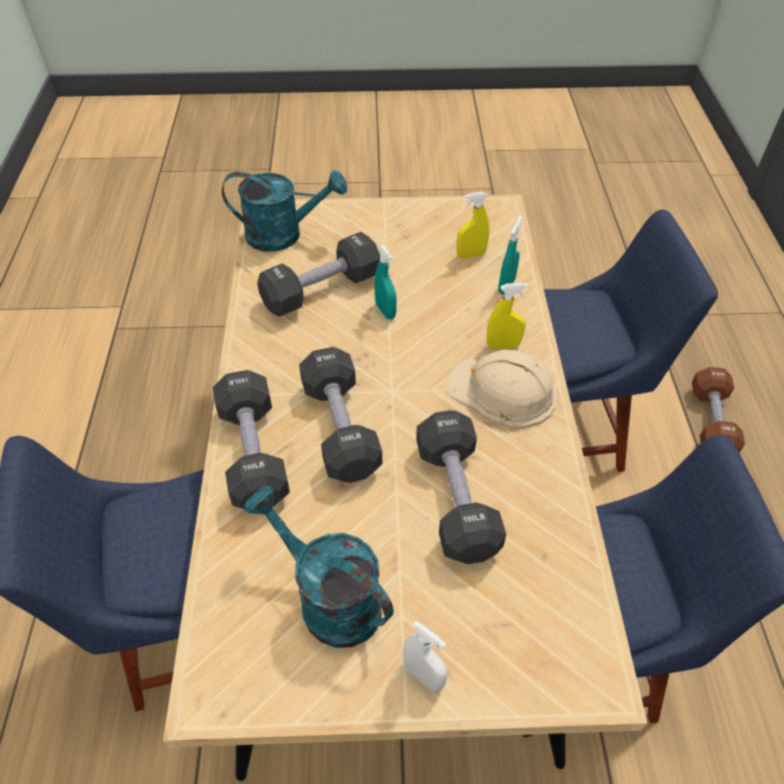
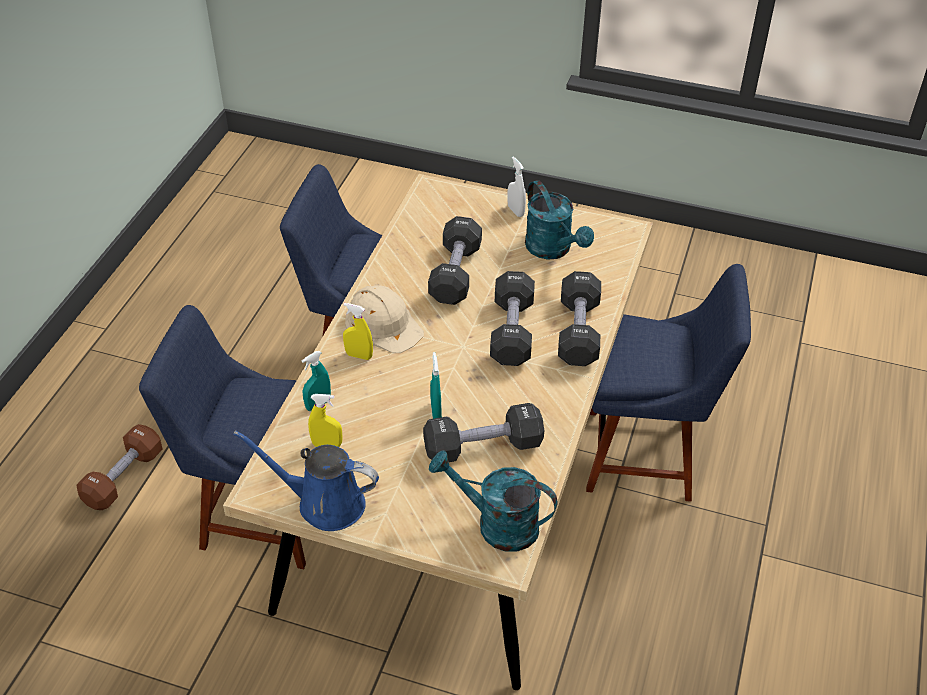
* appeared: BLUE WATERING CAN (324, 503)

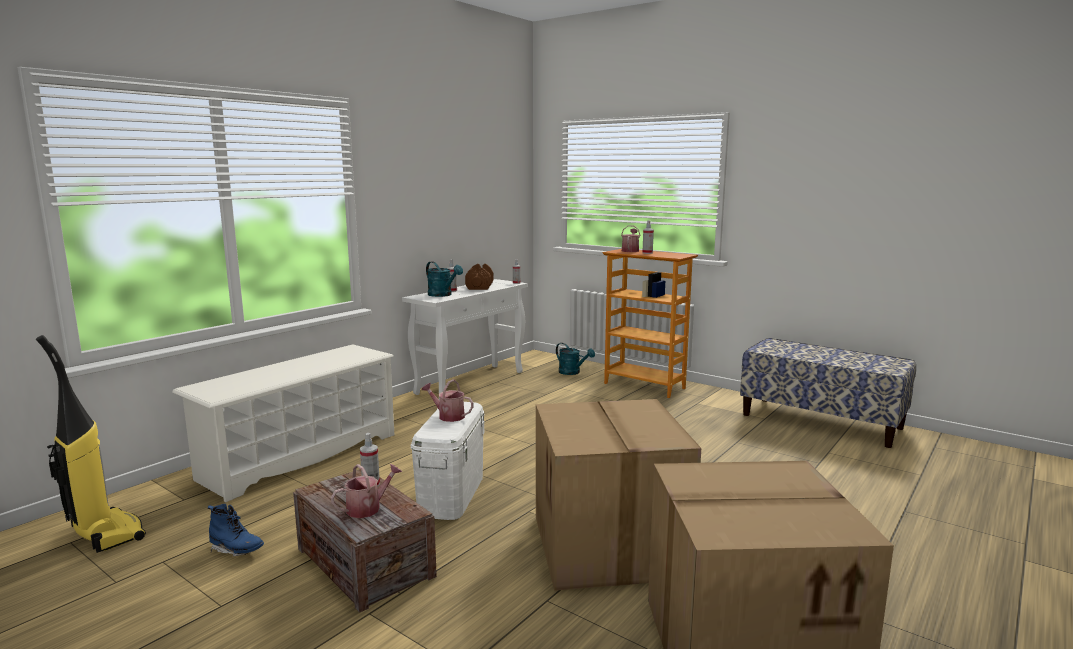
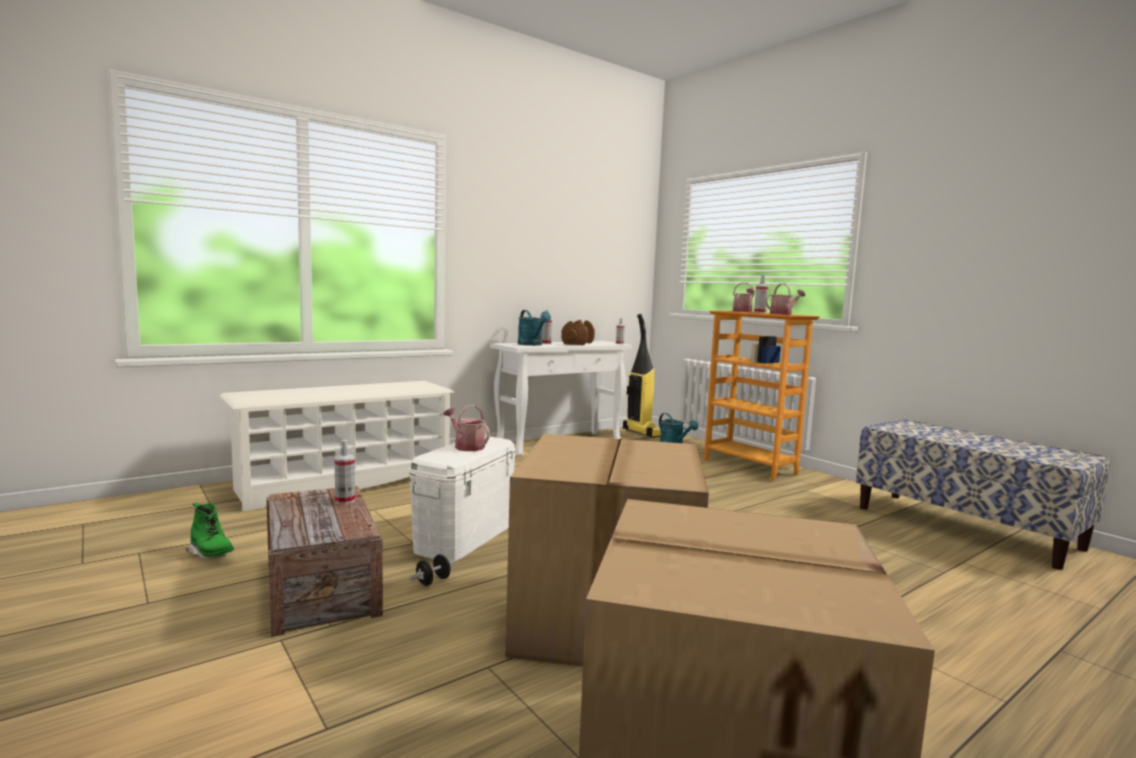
* relocated: VACUUM CLEANER (105, 534) to (643, 433)
* relocated: WATERING CAN (368, 508) to (783, 314)
* colour: BLUE BOOT (236, 550) to GREEN BOOT (211, 554)
* appeared: BLACK DUMBBELL (433, 581)

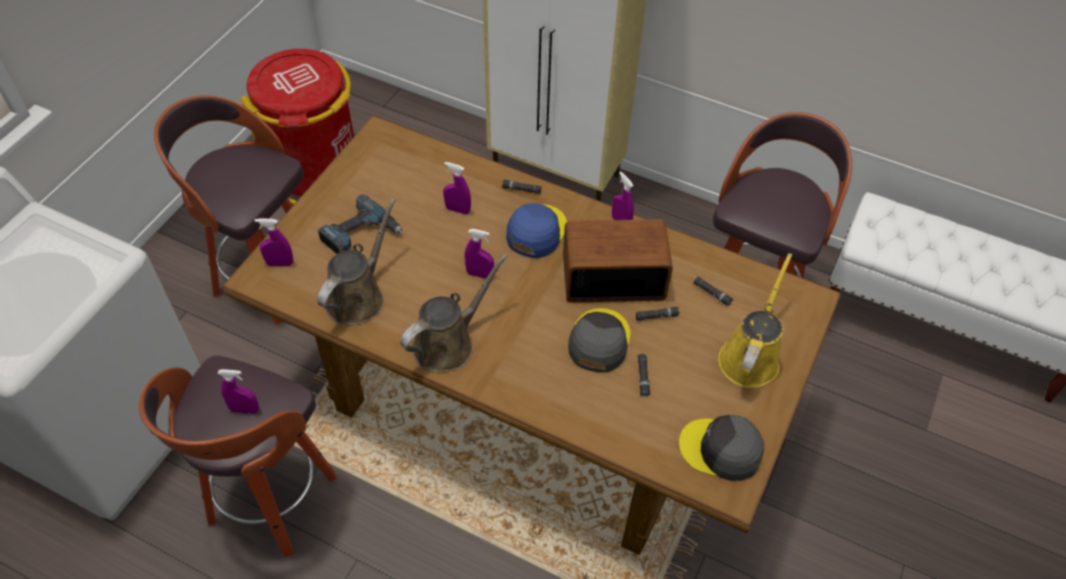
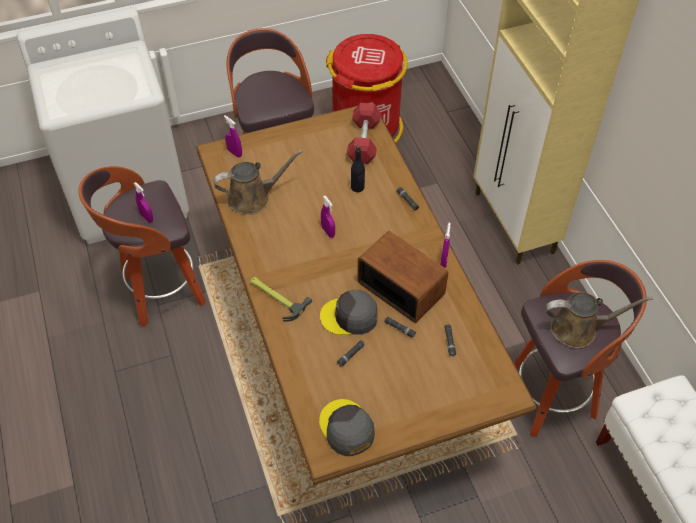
* exchanged: PURPLE SPRAY BOTTLE (458, 210) to BLACK BOTTLE (357, 187)
* missing: POWER DRILL (361, 234)
* missing: BLUE CAP (536, 232)
* missing: YELLOW WATERING CAN (750, 356)
* relocated: BROWN WATERING CAN (448, 343) to (578, 329)
* spun: GREY CAP (598, 341) = (350, 316) 150 degrees counterclockwise
* appeared: RED DUMBBELL (364, 141)
* appeared: HAMMER (276, 297)

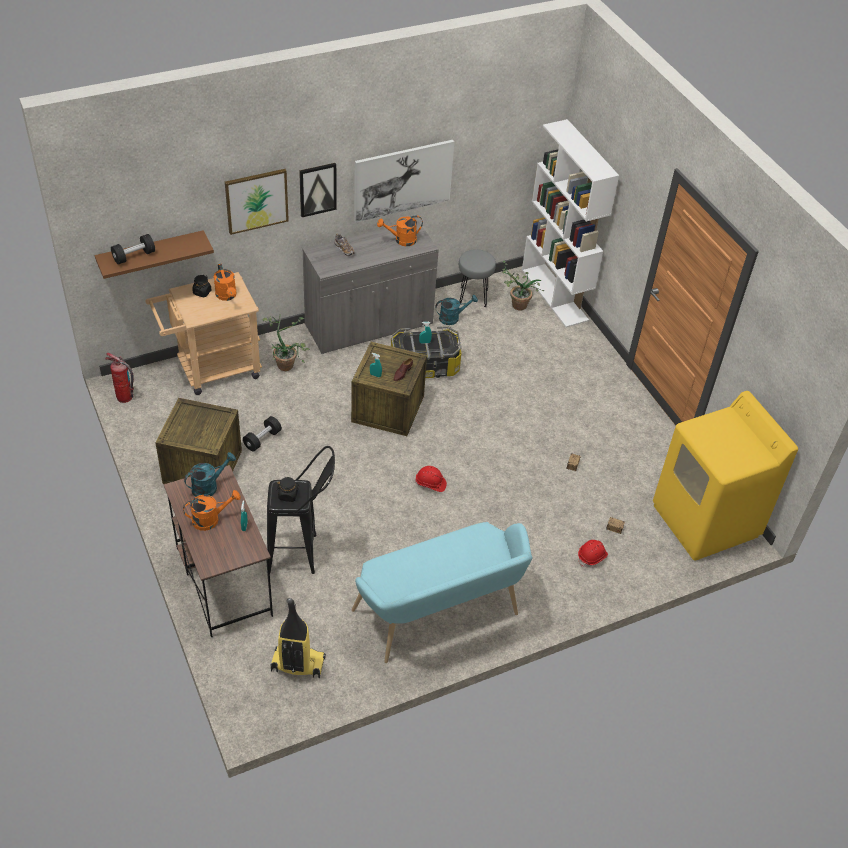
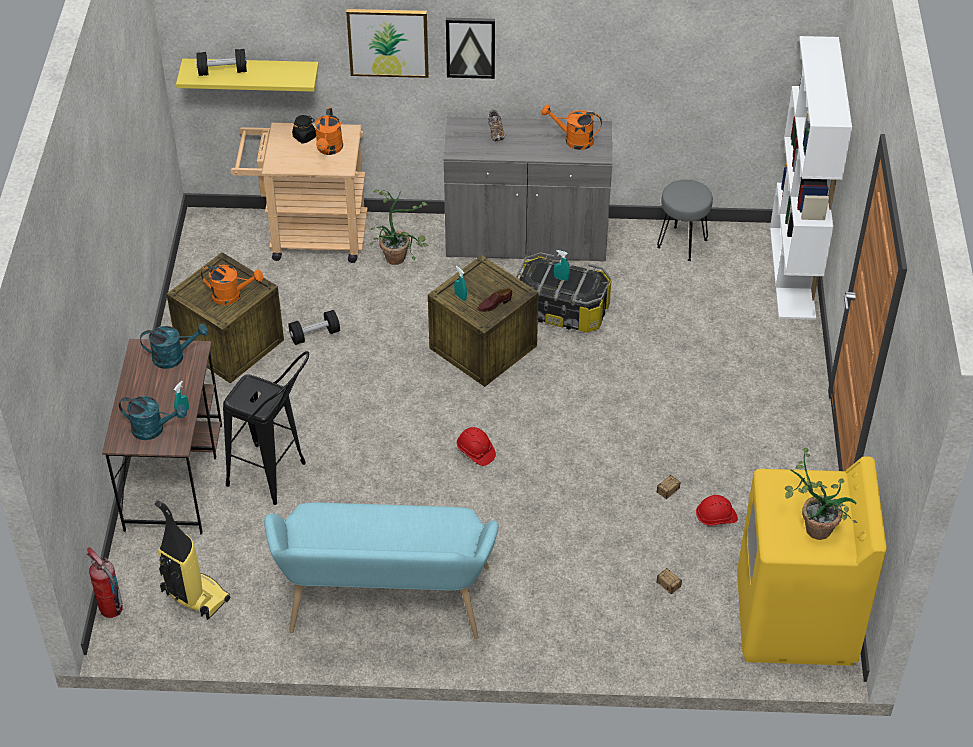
* missing: PICTURE (403, 180)
* colour: BROWN SHELF (151, 254) to YELLOW SHELF (251, 74)
* relocated: POTTED PLANT (515, 304) to (812, 525)
* relocated: TURQUOISE WATERING CAN (452, 318) to (153, 429)
* relocated: FIRE EXTINGUISHER (124, 397) to (111, 609)
* missing: BLACK JAR (288, 495)
* relocated: ORANGE WATERING CAN (210, 519) to (231, 295)
* relocated: RED HARD HAT (592, 557) to (716, 518)

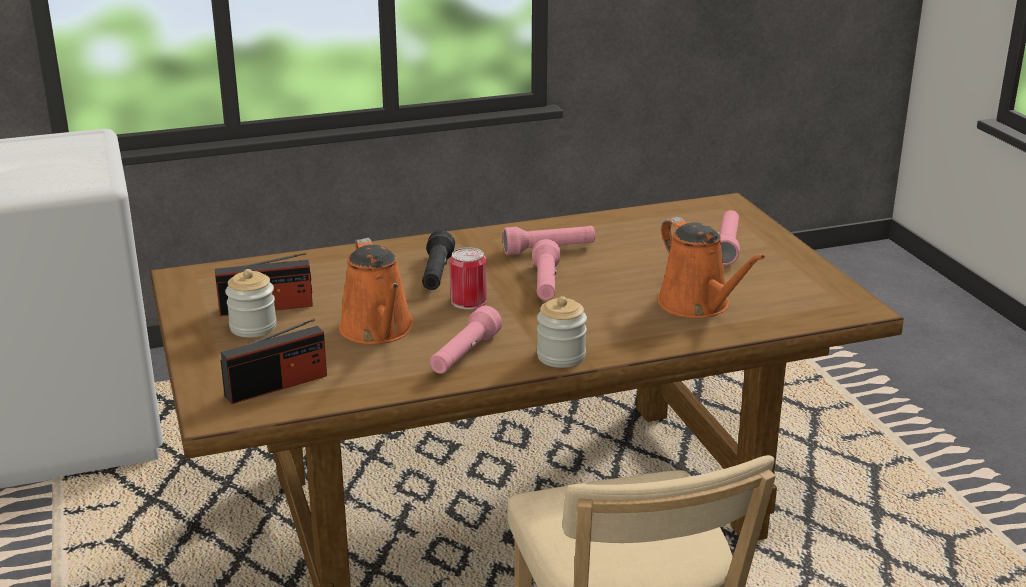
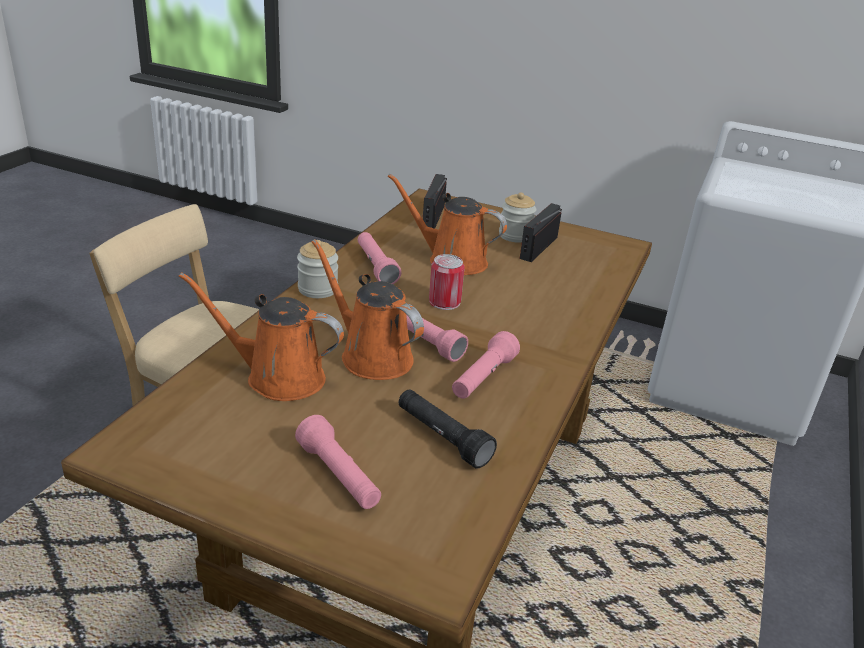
* relocated: BLACK FLASHLIGHT (436, 274) to (442, 437)
* appeared: ORANGE WATERING CAN (371, 356)

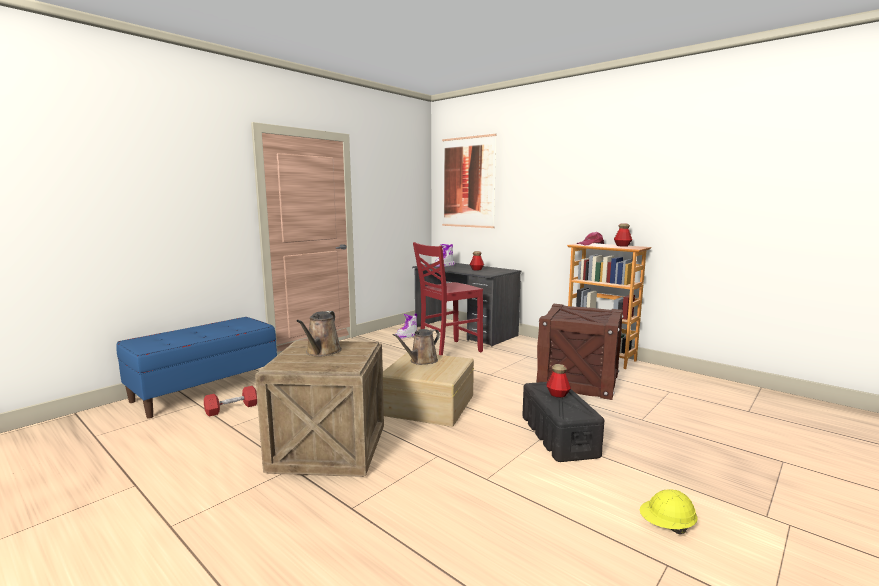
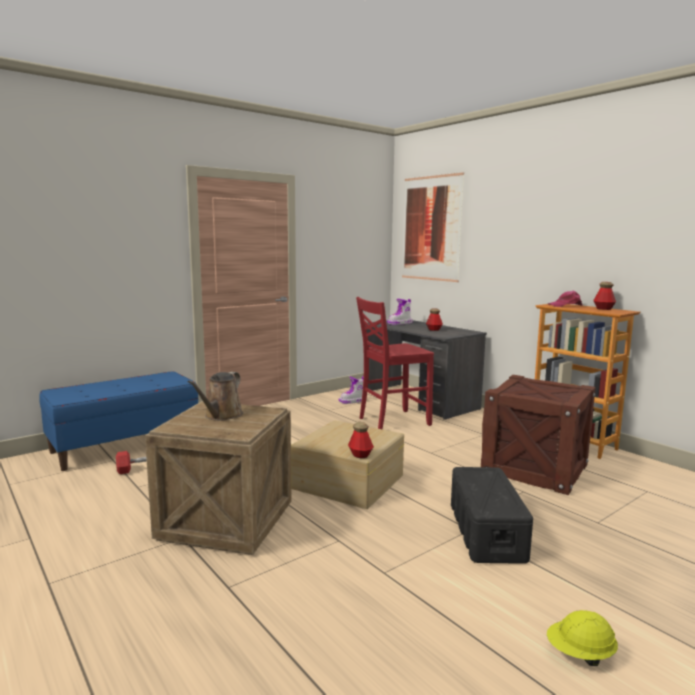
* missing: BROWN WATERING CAN (421, 361)
* relocated: BOTTLE (558, 394) to (360, 455)

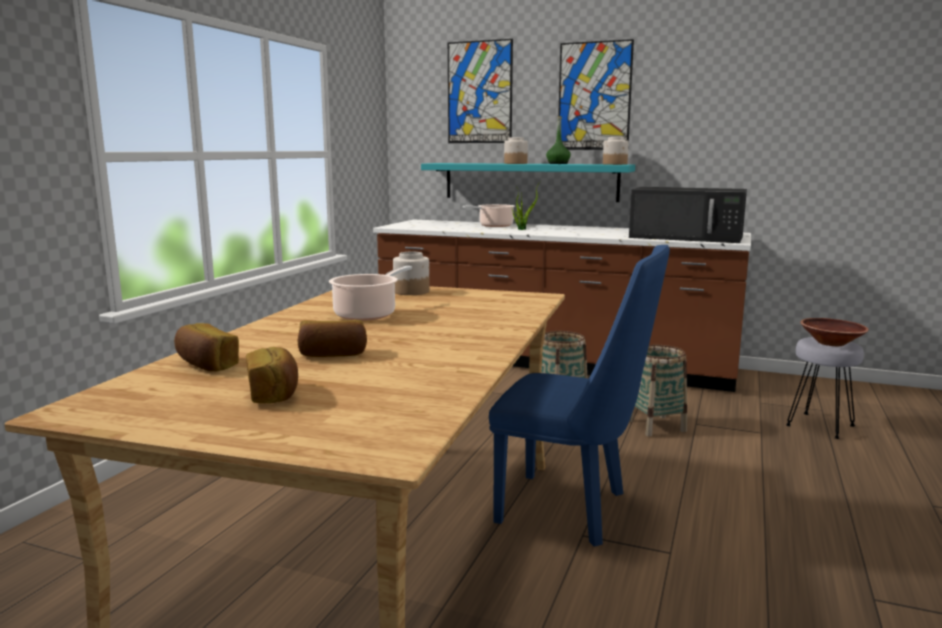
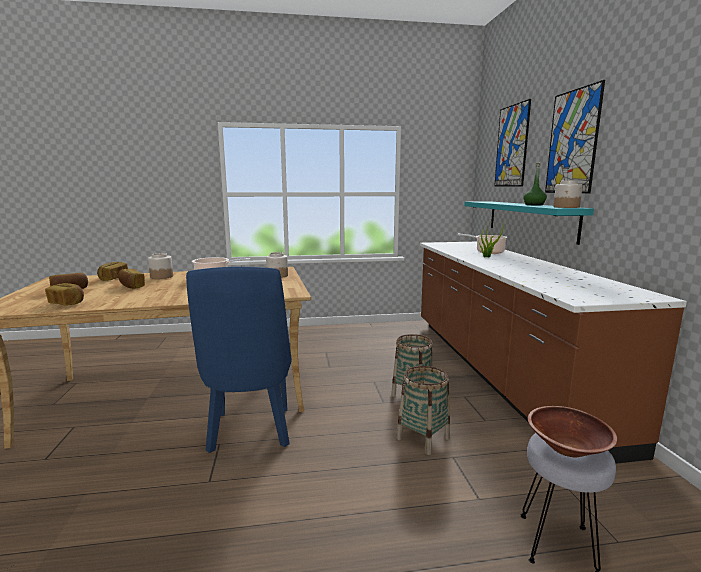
* relocated: JAR (515, 163) to (161, 277)
* missing: BLACK MICROWAVE (687, 237)
* appeared: BREAD (67, 303)

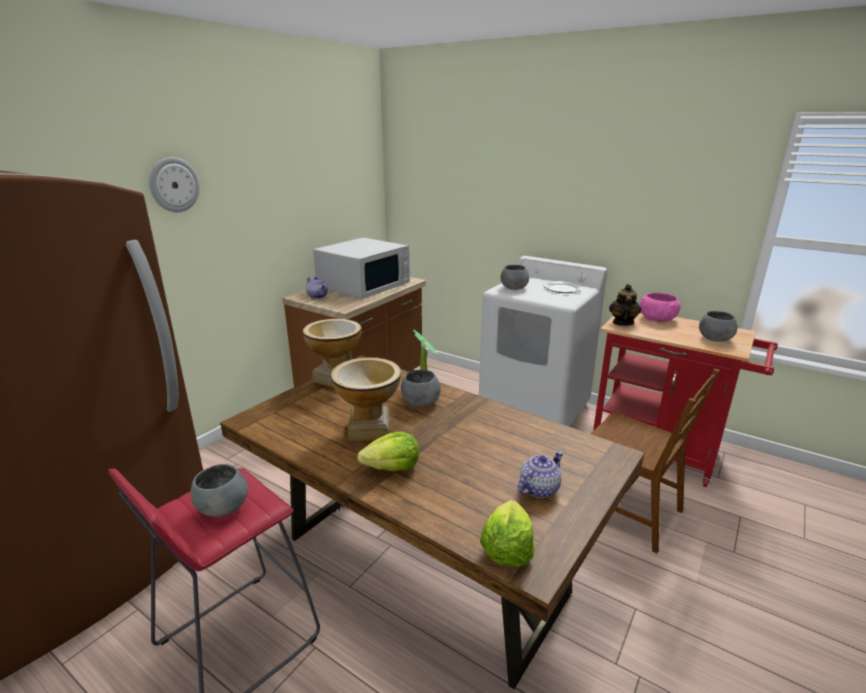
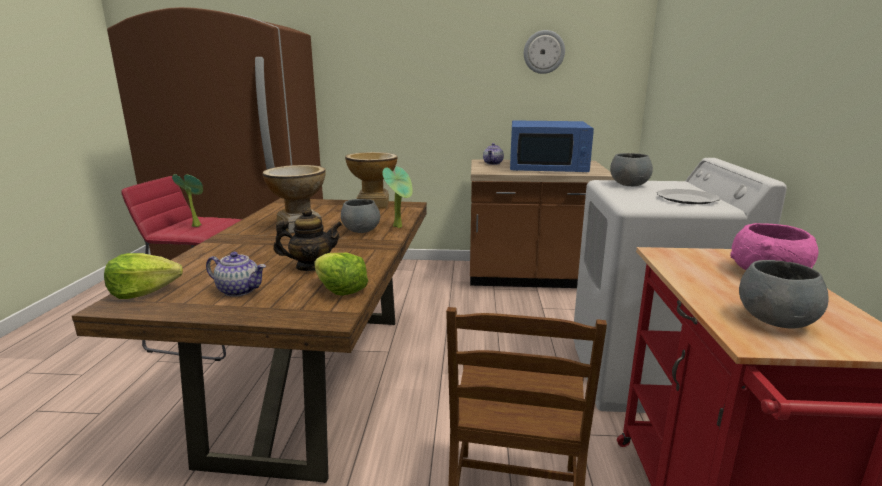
* relocated: WALL CLOCK (174, 185) to (544, 52)
* colour: WHITE MICROWAVE (364, 285) to BLUE MICROWAVE (548, 166)
* relocated: TEAPOT (622, 323) to (311, 267)
* relocated: LETTUCE (392, 467) to (340, 290)
* exchanged: GREY BOWL (223, 508) to POTTED PLANT (196, 225)

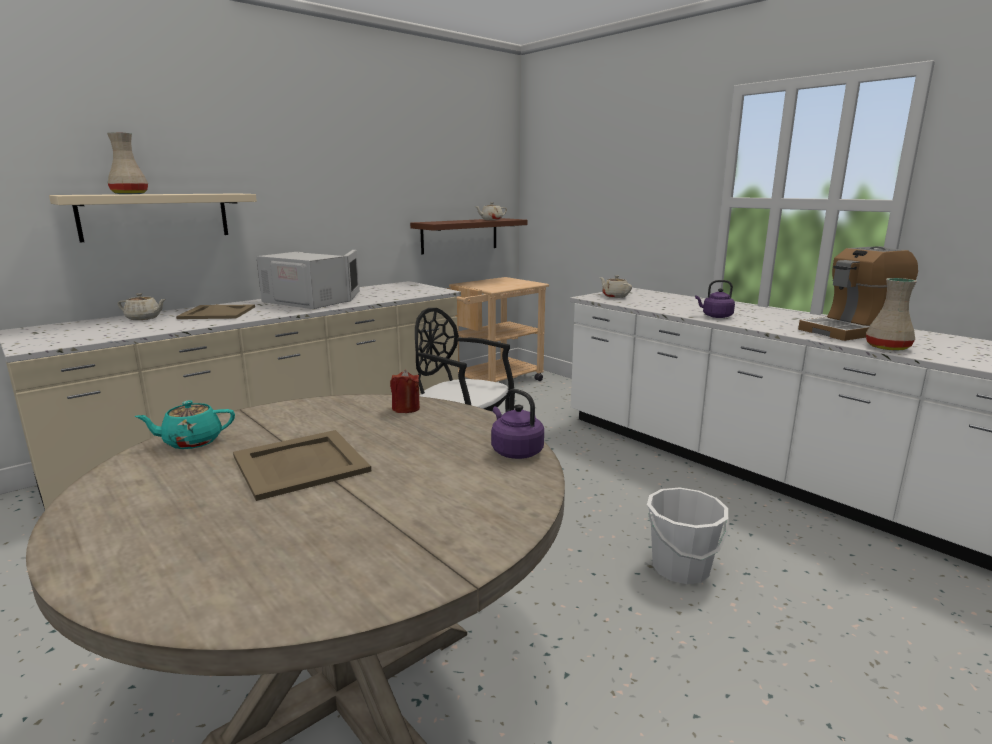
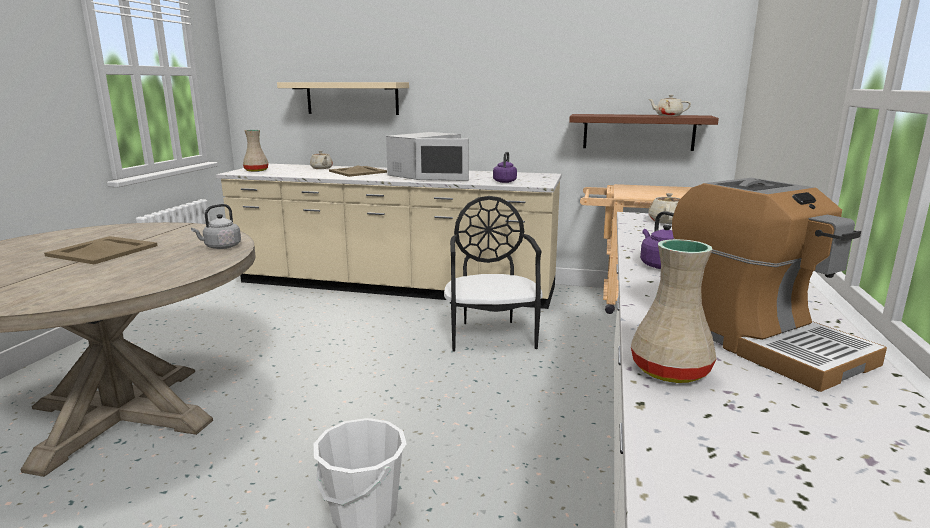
* relocated: BEIGE VASE (129, 194) to (255, 171)
* spun: COFFEE MACHINE (852, 330) = (760, 341) 150 degrees counterclockwise
* spun: WHITE MICROWAVE (310, 302) = (425, 175) 45 degrees clockwise
* exchanged: RED CANDLE (406, 408) to GREY KETTLE (221, 247)
* relocated: PURPLE KETTLE (515, 451) to (505, 181)
* missing: TURQUOISE TEAPOT (191, 442)

